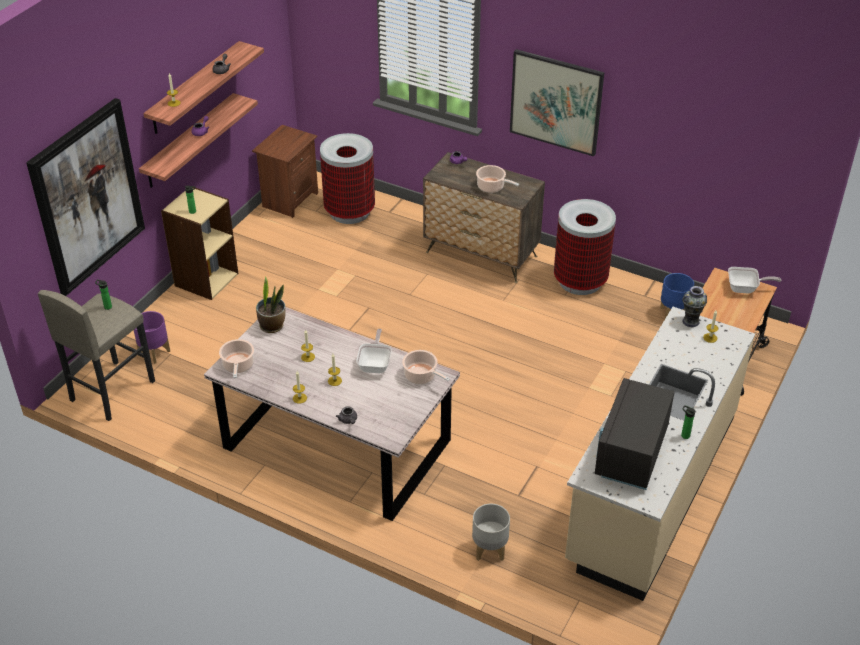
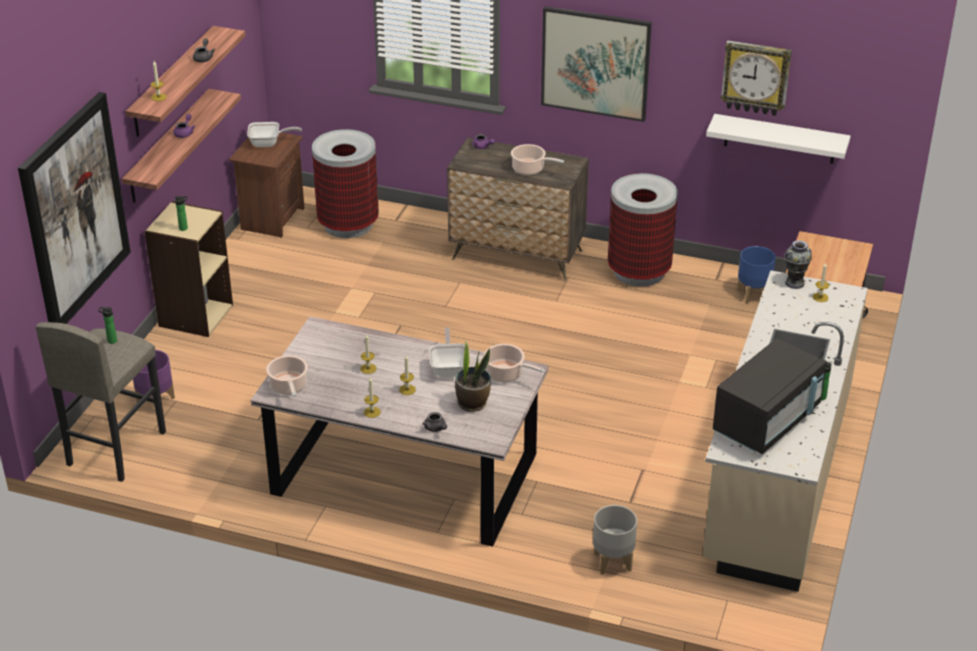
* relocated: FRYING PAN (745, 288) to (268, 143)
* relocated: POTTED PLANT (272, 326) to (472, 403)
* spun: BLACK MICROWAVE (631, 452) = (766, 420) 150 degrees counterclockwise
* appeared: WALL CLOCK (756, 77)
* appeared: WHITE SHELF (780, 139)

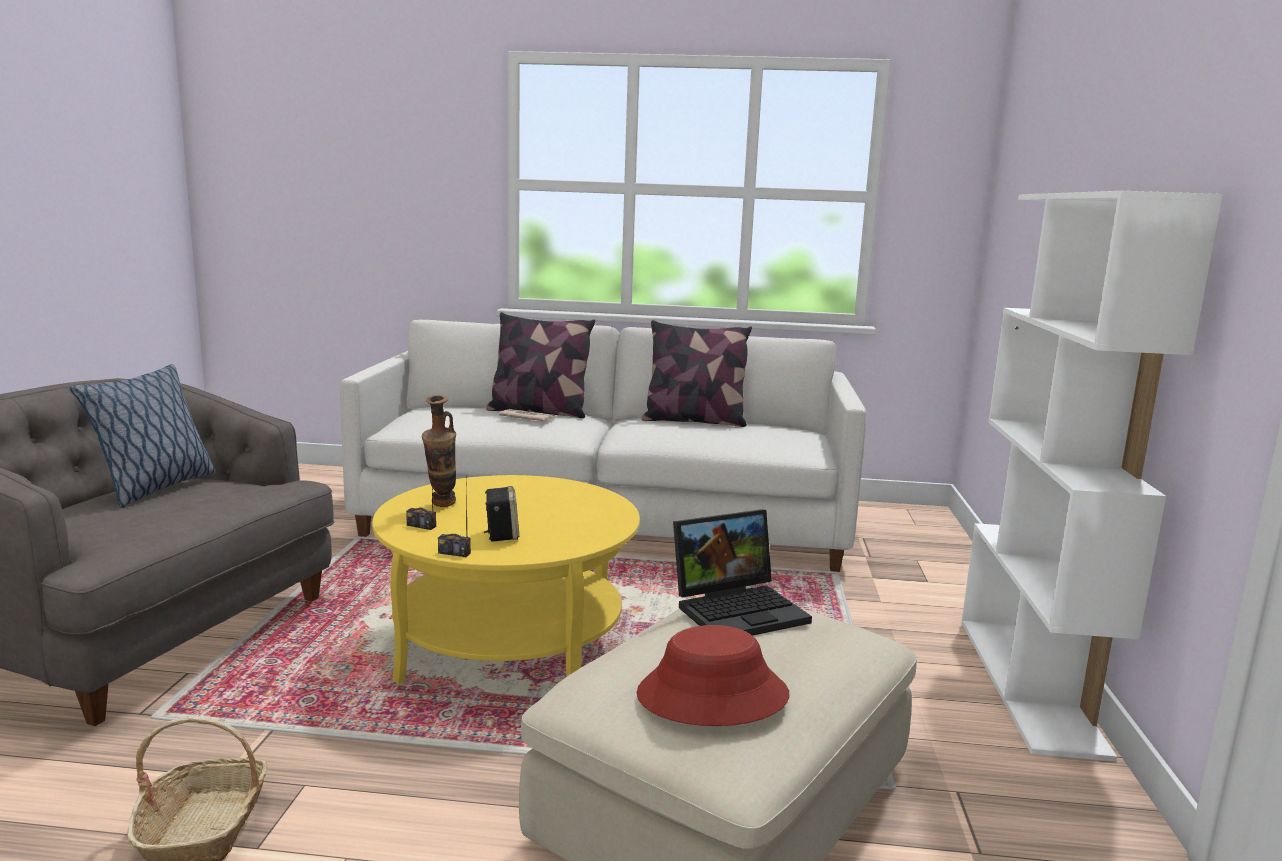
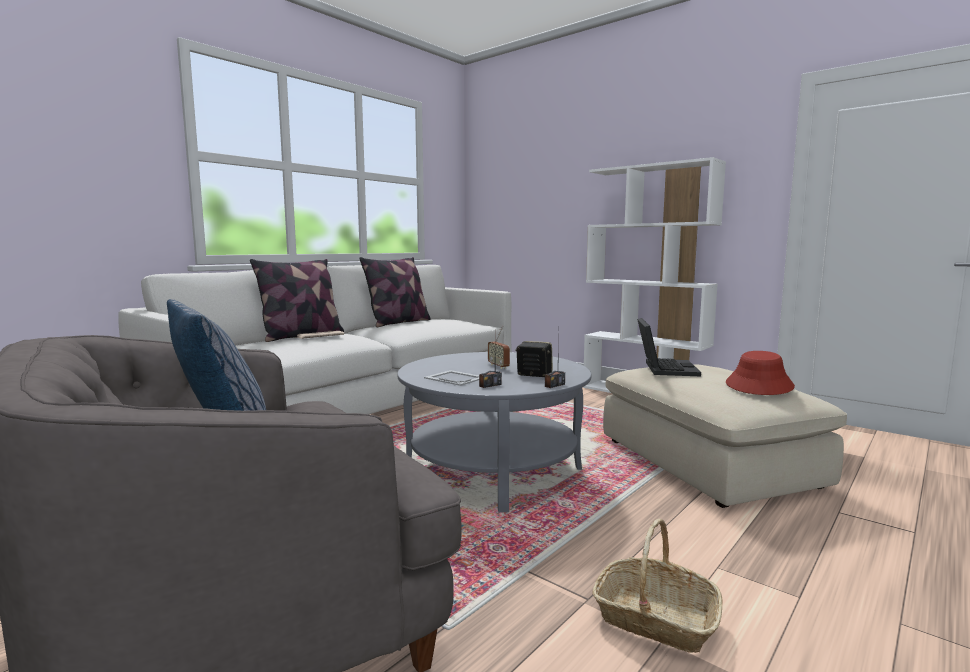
* exchanged: VASE (441, 506) to PICTURE FRAME (455, 378)
* colour: YELLOW COFFEE TABLE (509, 647) to GREY COFFEE TABLE (494, 471)
* appeared: RADIO (498, 366)

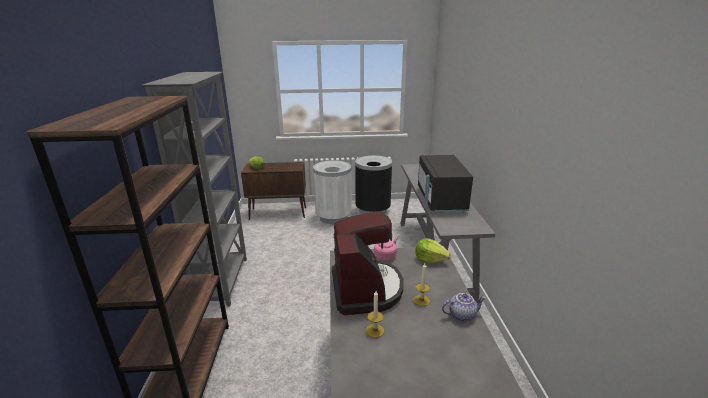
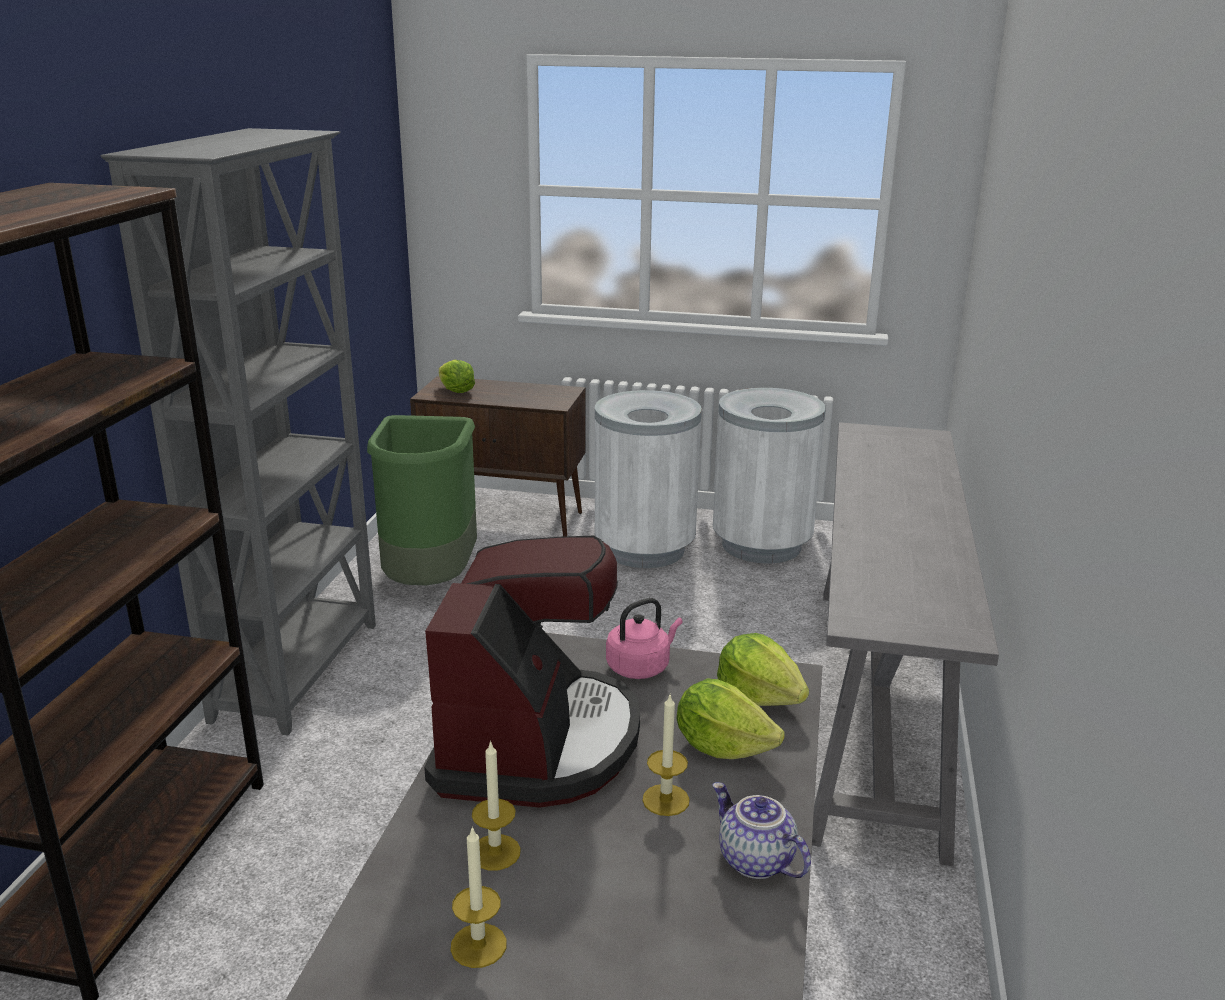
* colour: BLACK TRASH CAN (373, 210) to WHITE TRASH CAN (762, 545)
* missing: BLACK MICROWAVE (441, 200)
* spun: TEAPOT (462, 315) = (754, 861) 135 degrees counterclockwise
* appeared: GREEN TRASH CAN (430, 582)
* appeared: LETTUCE (722, 746)
* appeared: CANDLE (478, 945)

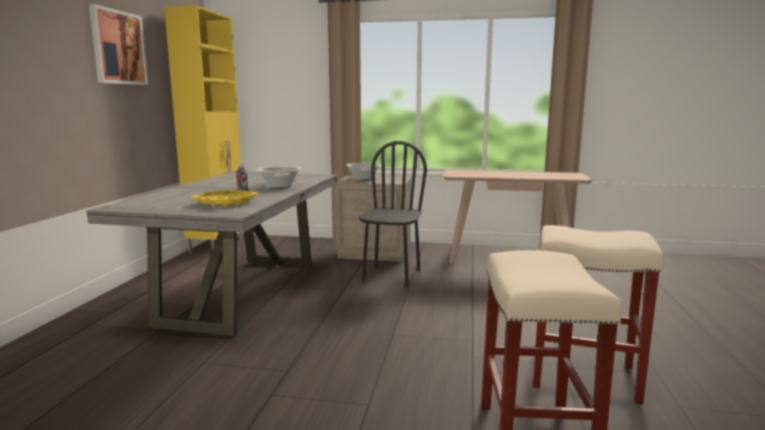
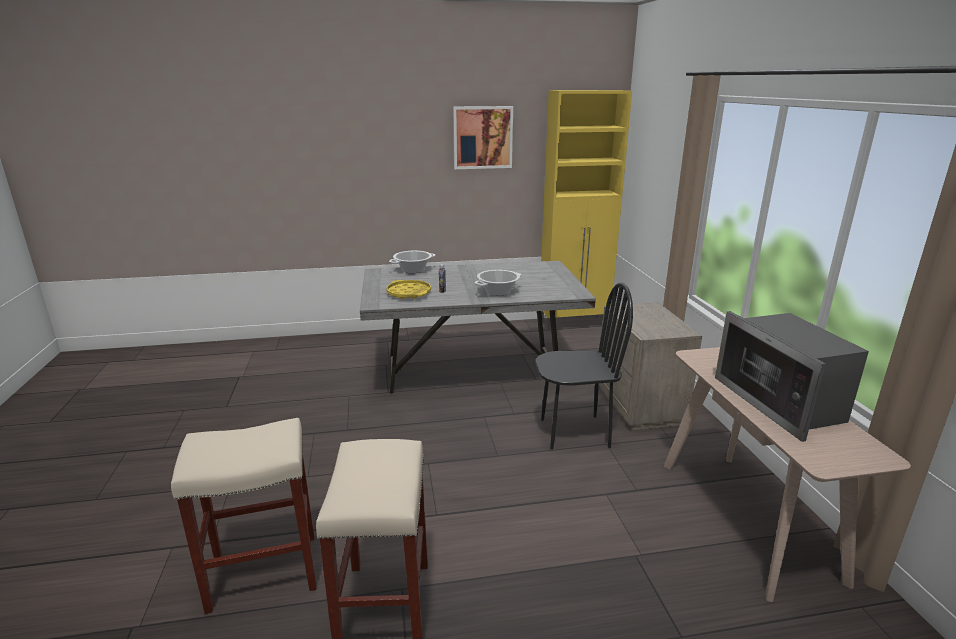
* relocated: COOKING POT (364, 178) to (413, 270)
* appeared: MICROWAVE (781, 402)

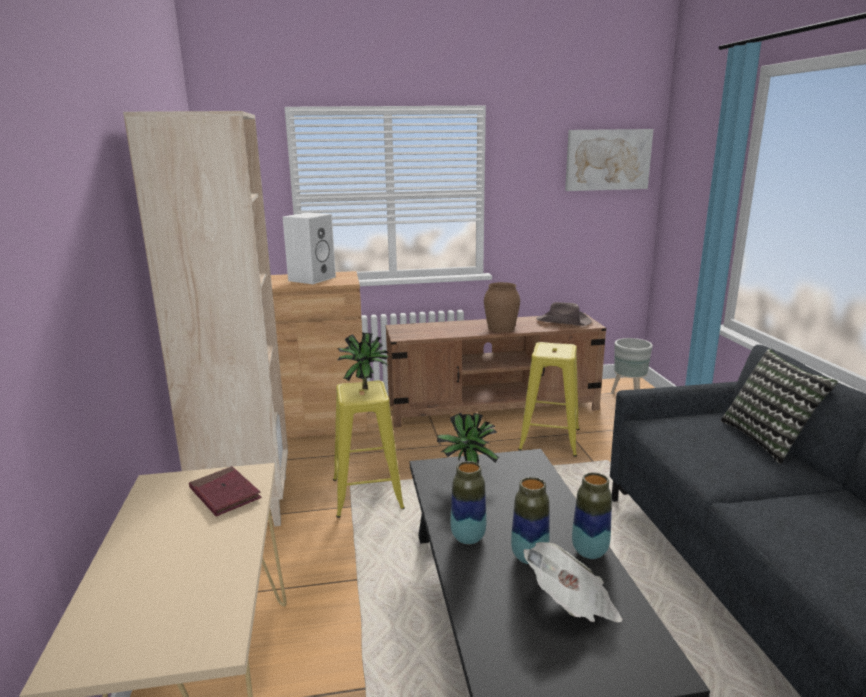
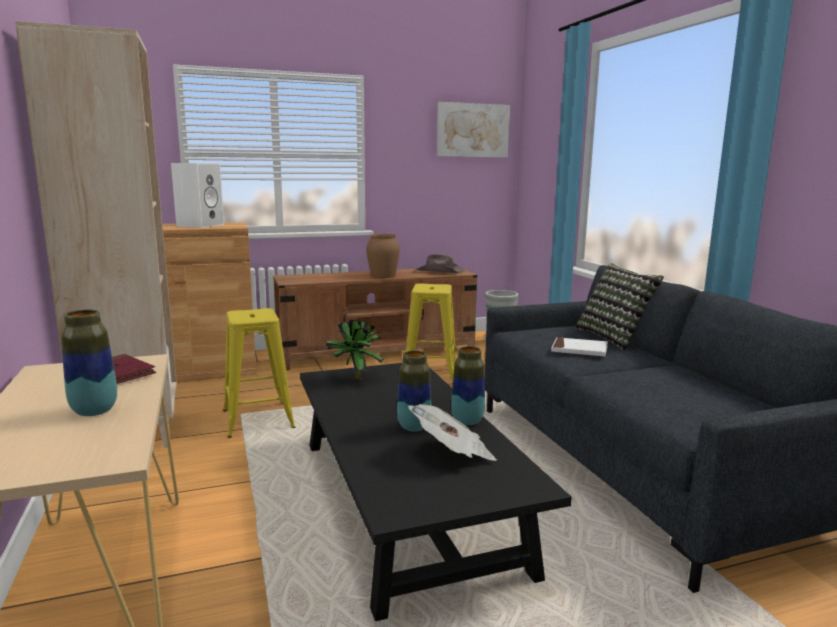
* missing: POTTED PLANT (364, 387)
* relocated: VASE (468, 537) to (94, 411)
* appeared: WHITE BOOK (579, 350)

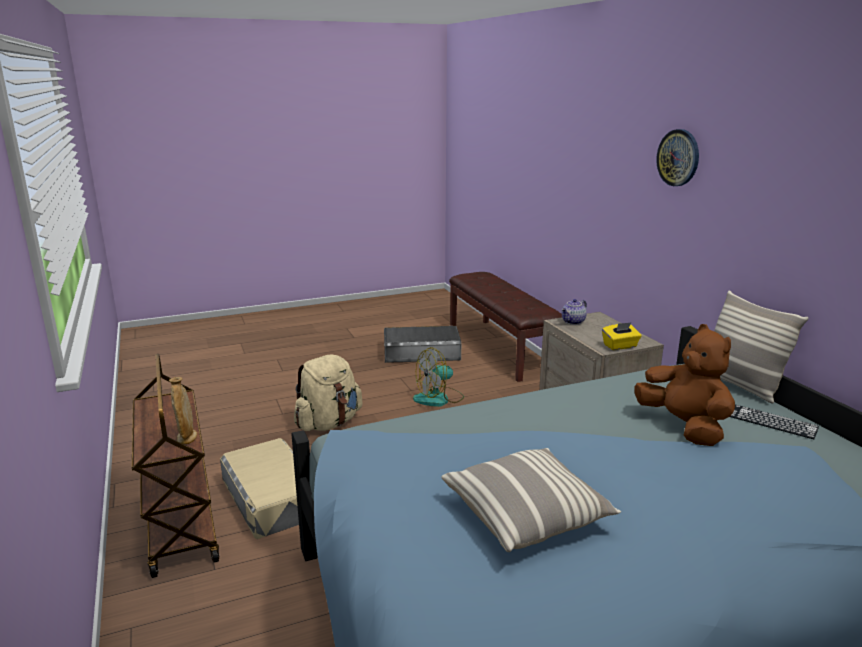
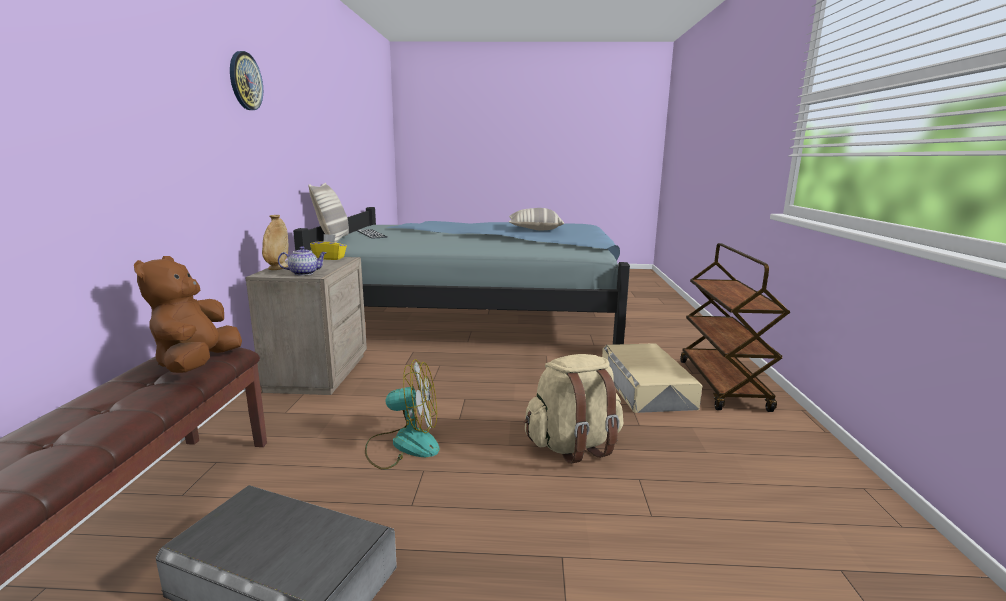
* relocated: BROWN PLUSH TOY (683, 427) to (197, 365)
* relocated: BEIGE VASE (187, 437) to (278, 268)

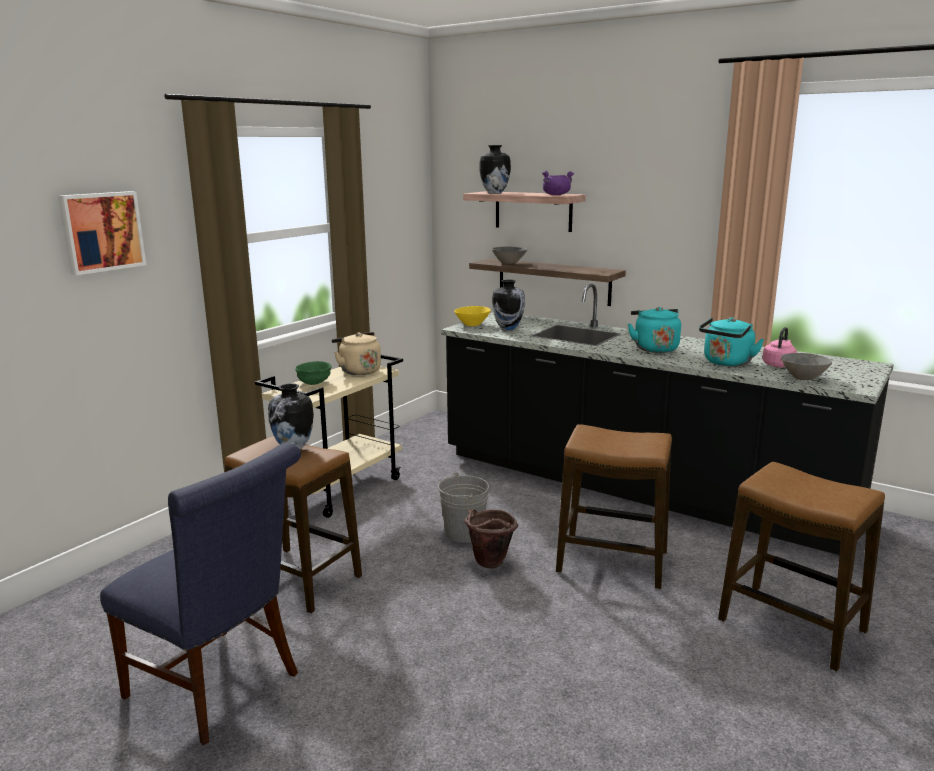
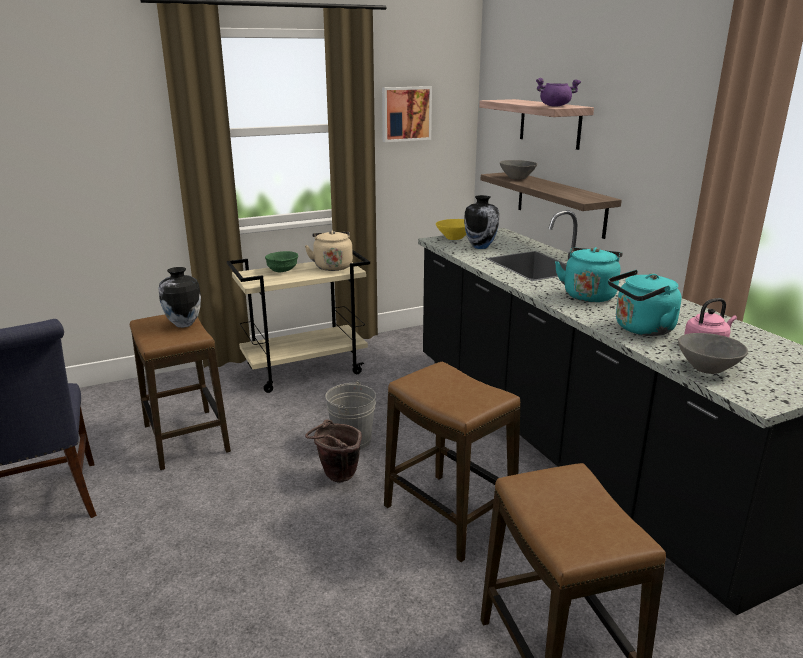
* missing: VASE (494, 193)
* relocated: PICTURE (101, 231) to (405, 113)

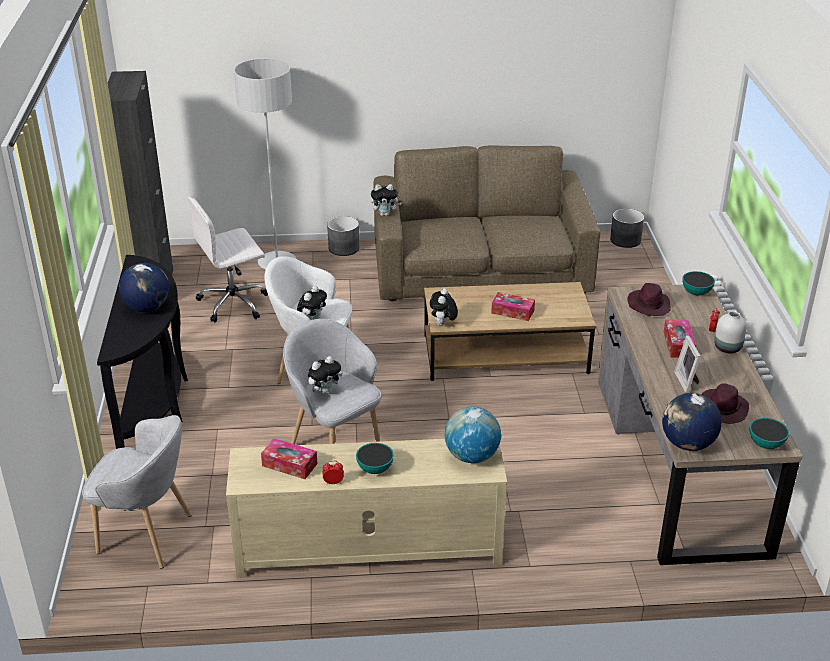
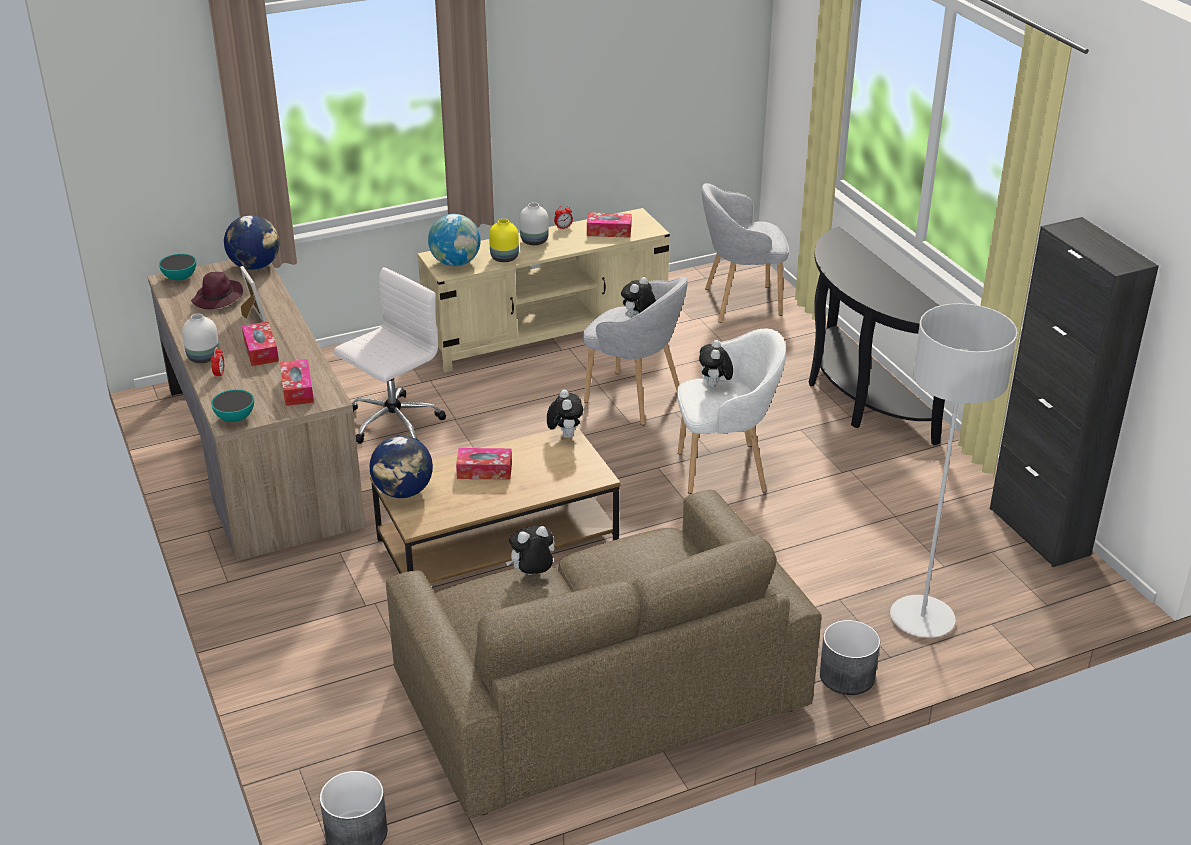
* relocated: PLUSH TOY (385, 214) to (532, 574)
* relocated: WHITE OFFICE CHAIR (234, 303) to (392, 423)
* relocated: GLOBE (147, 307) to (403, 492)
* exchanged: PURPLE HAT (648, 305) to TISSUE BOX (297, 389)
* exchanged: BOWL (375, 469) to WHITE VASE (535, 241)
* appeared: YELLOW VASE (505, 258)

